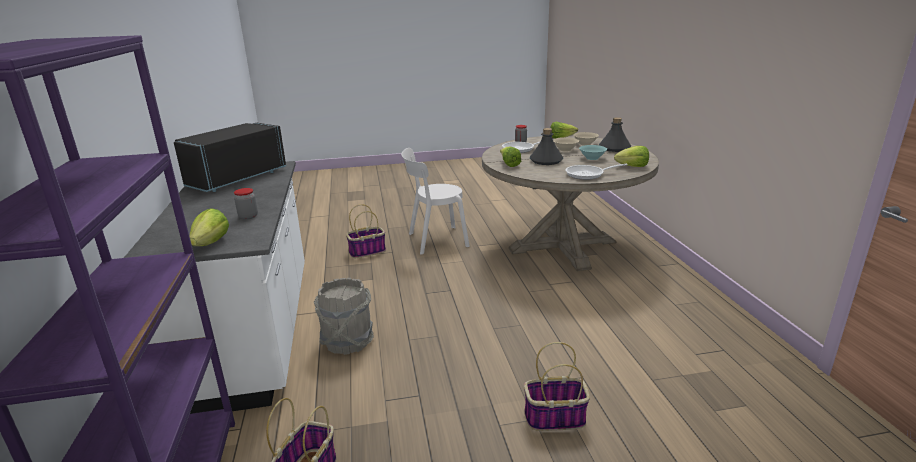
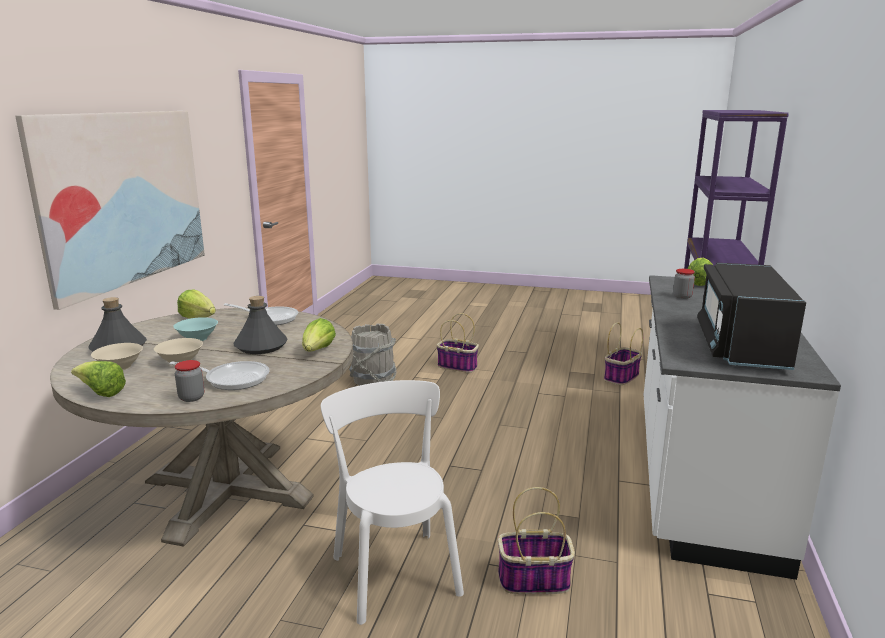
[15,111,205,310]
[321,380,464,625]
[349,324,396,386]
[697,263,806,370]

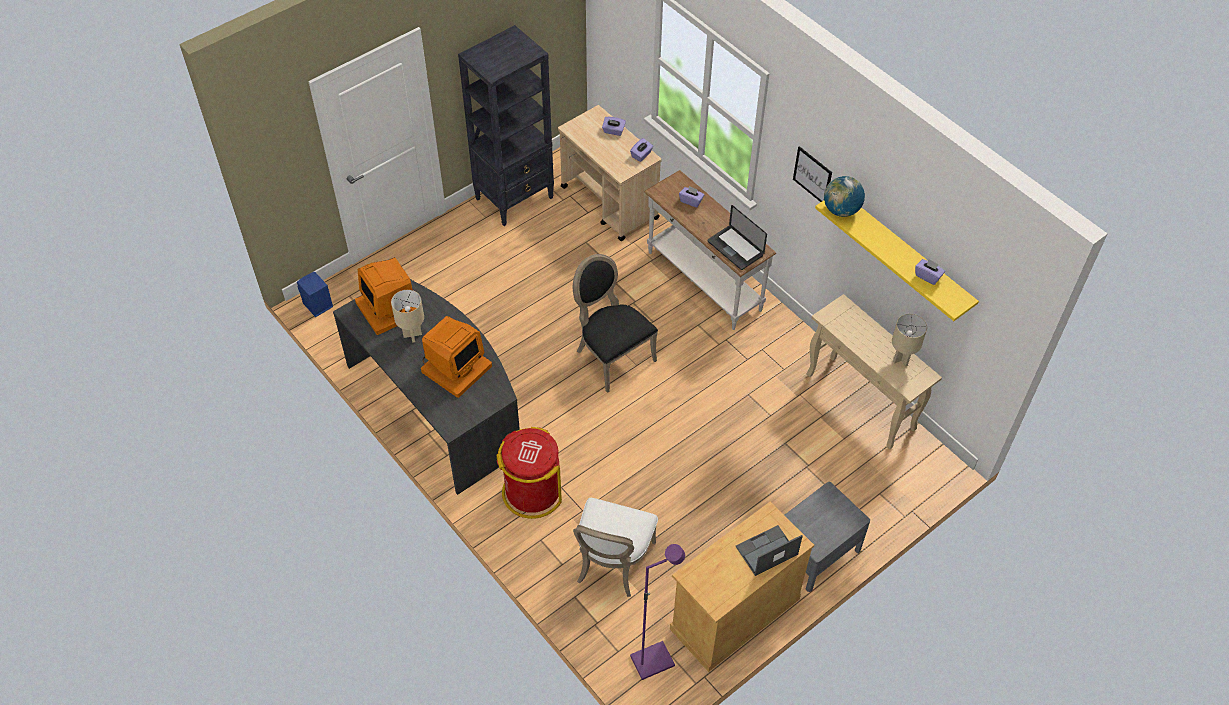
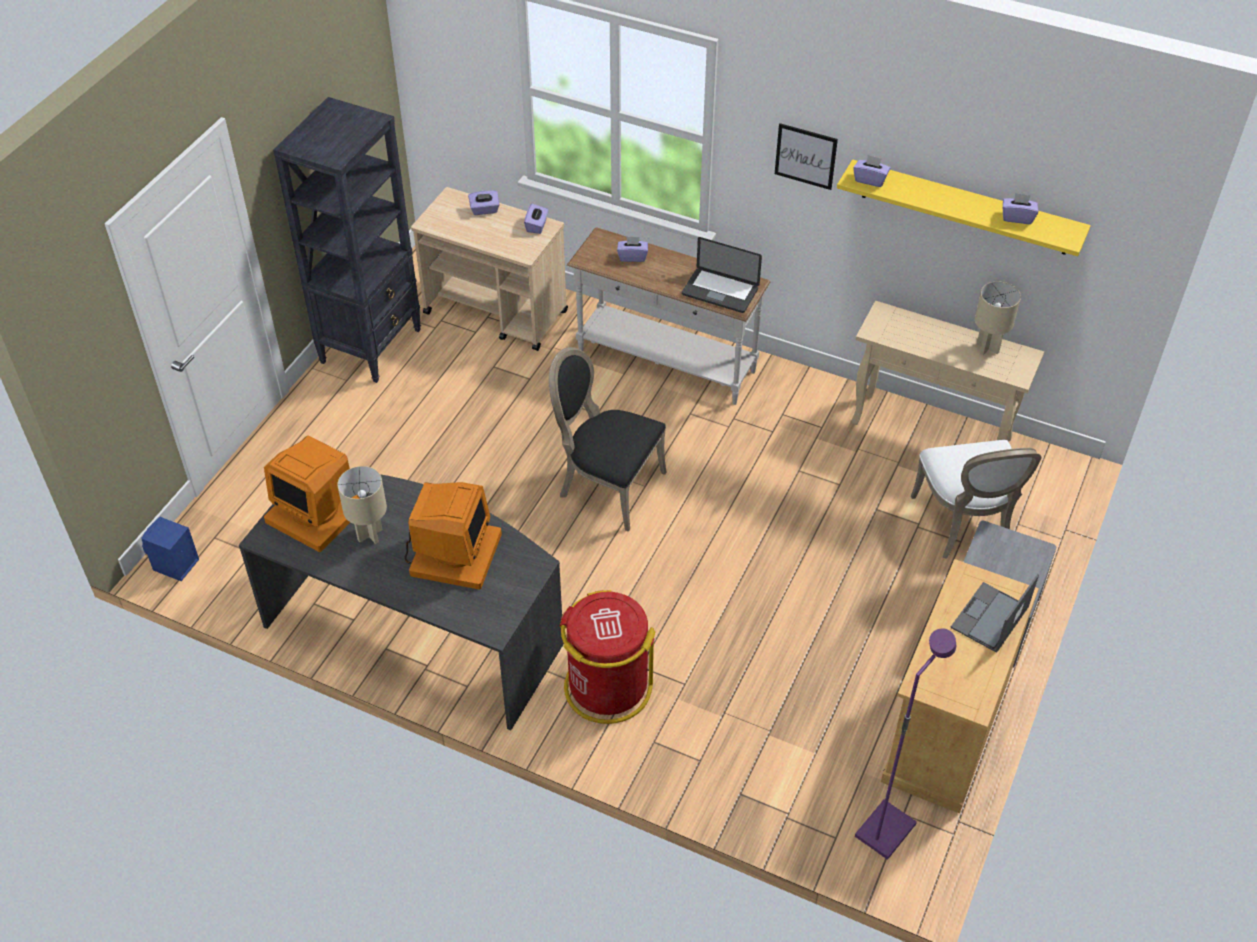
[853,155,890,187]
[911,440,1041,559]

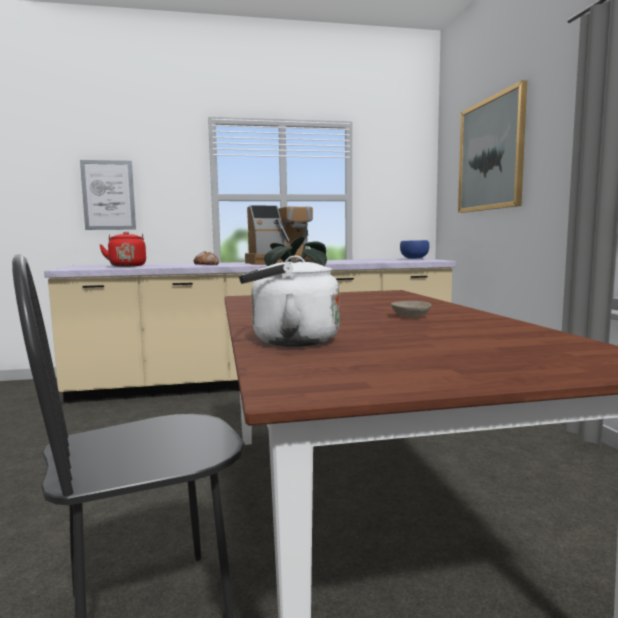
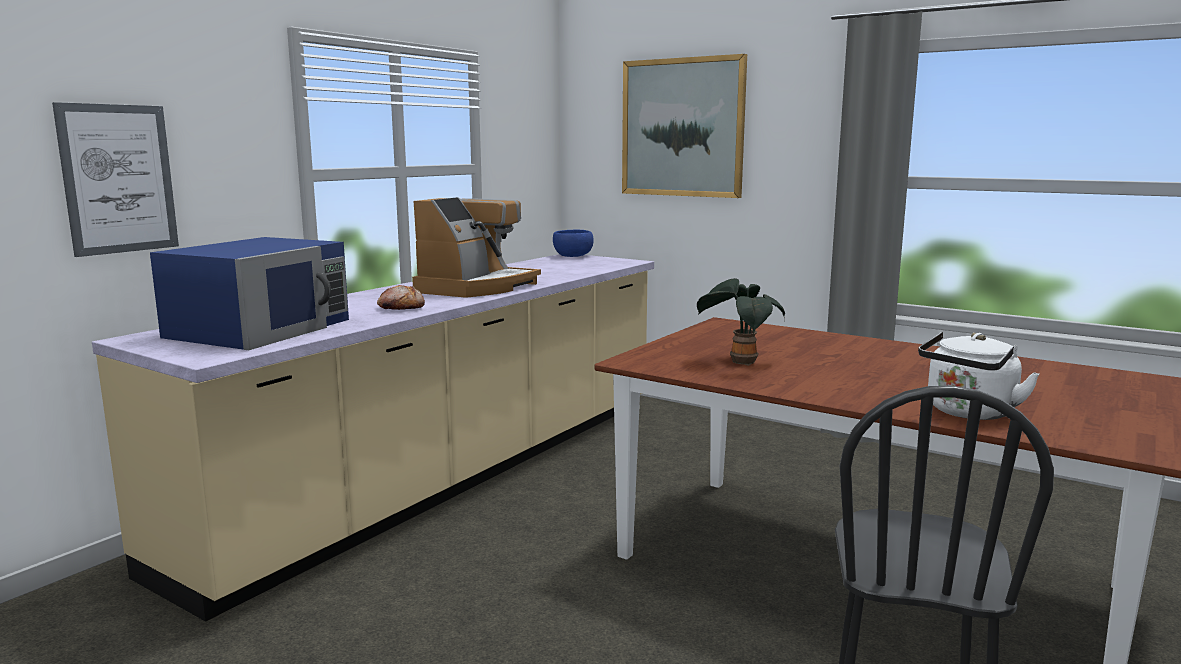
[150,237,349,350]
[391,301,431,317] (first image)

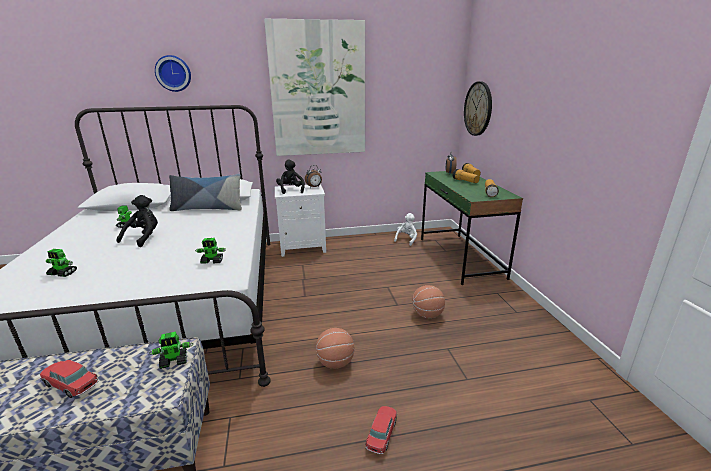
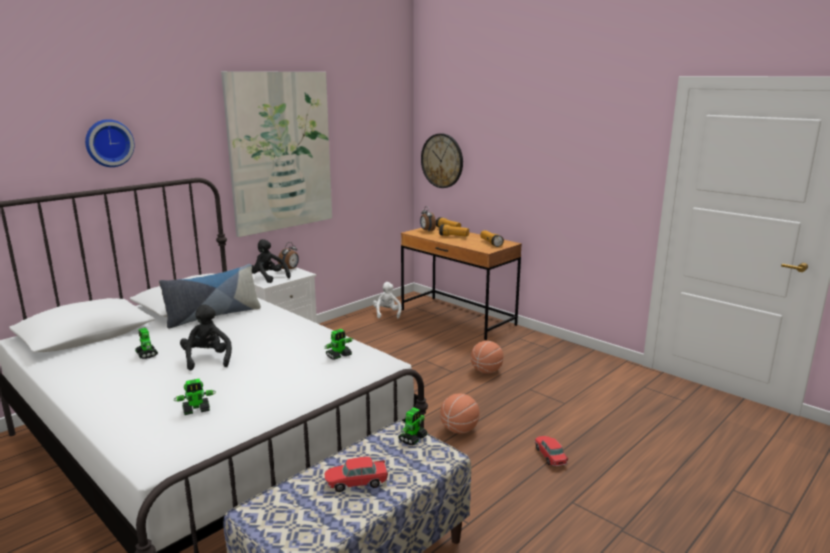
[401,226,522,340]

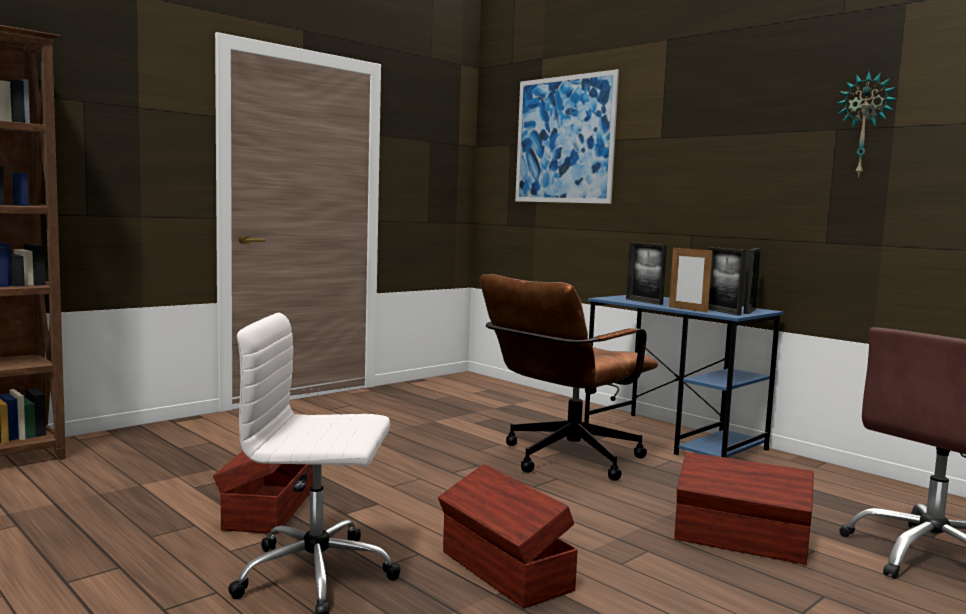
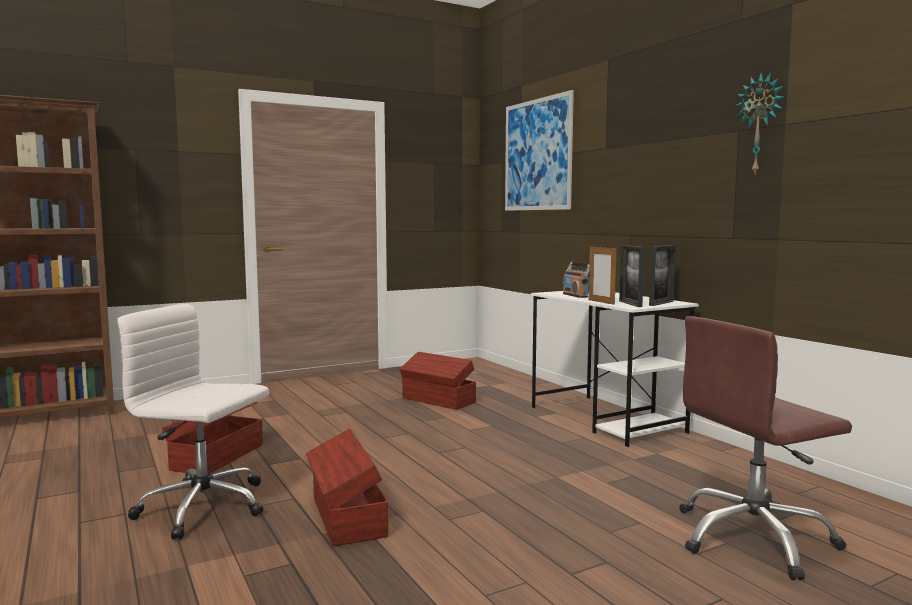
[399,352,476,410]
[531,291,699,447]
[563,262,589,298]
[480,274,658,481] (first image)

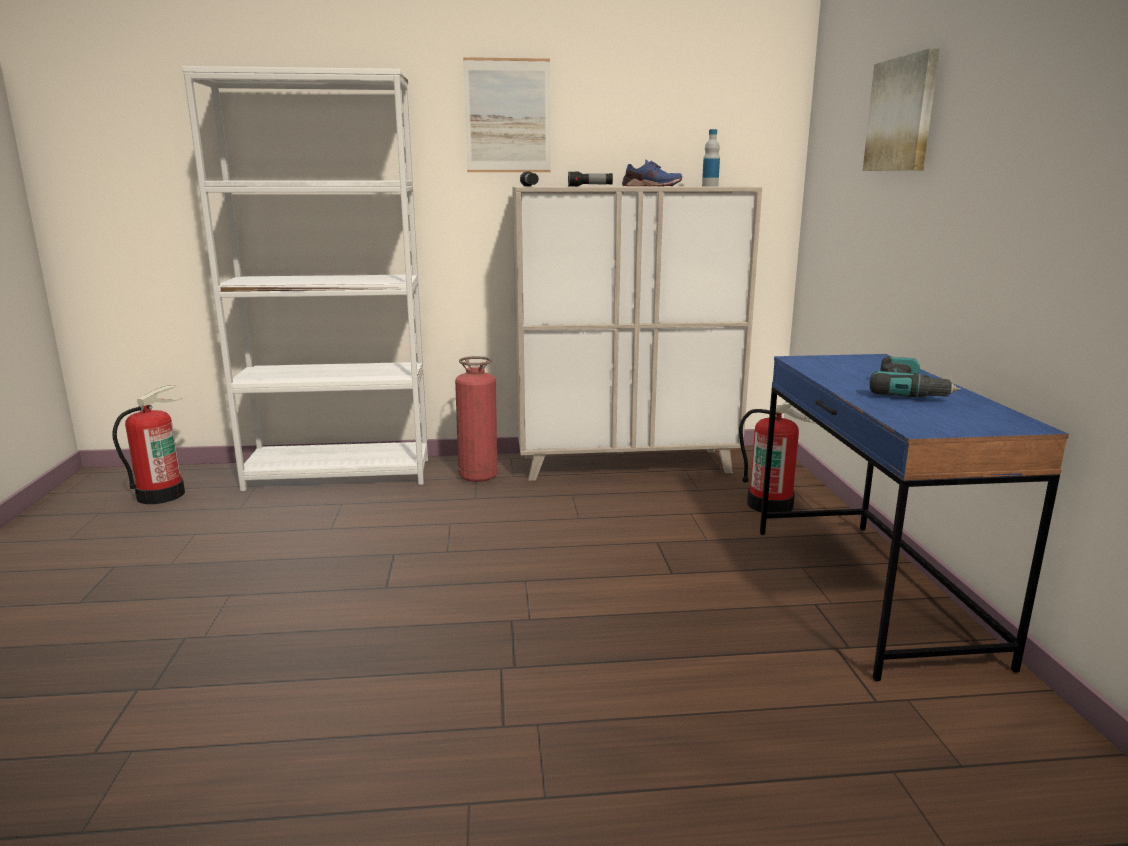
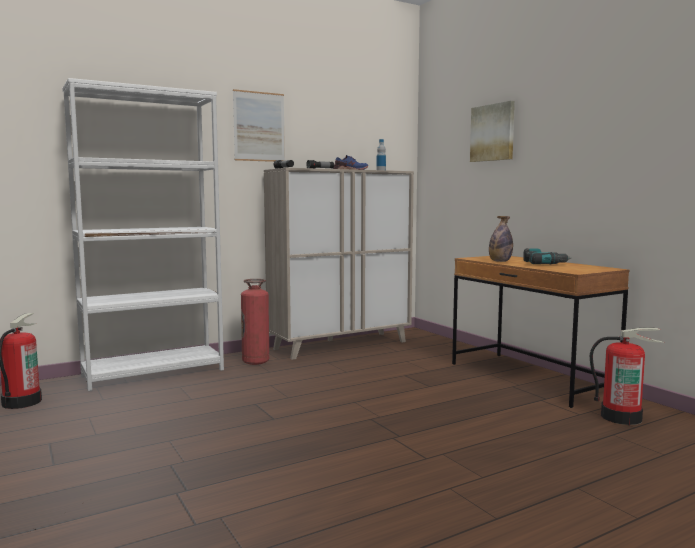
[452,256,630,408]
[489,216,513,262]
[590,327,664,425]

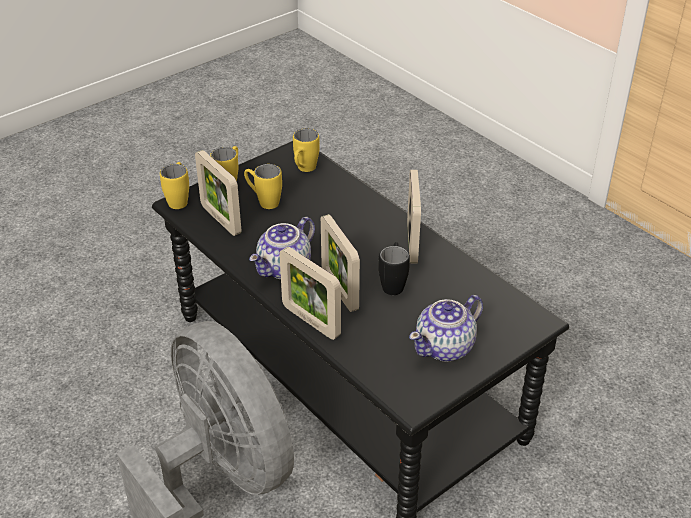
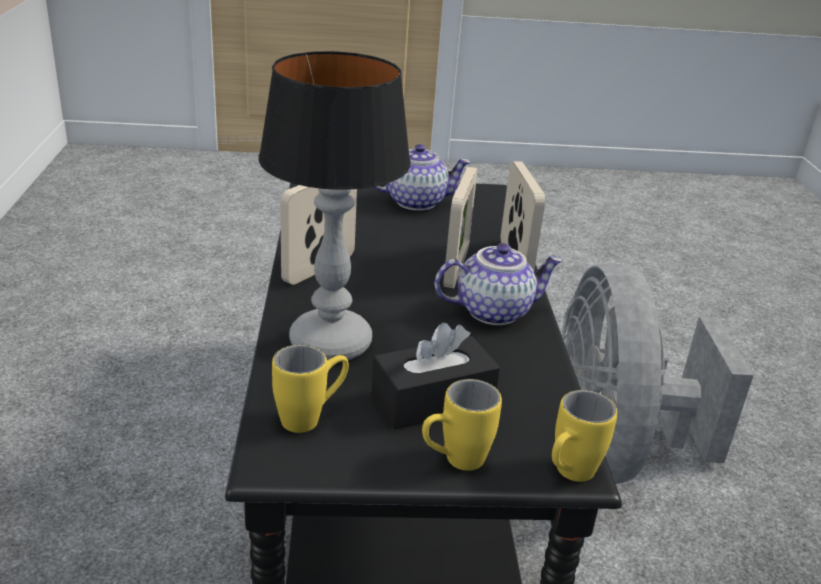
[259,51,411,362]
[371,323,500,430]
[195,150,242,236] (first image)
[378,242,410,295] (first image)

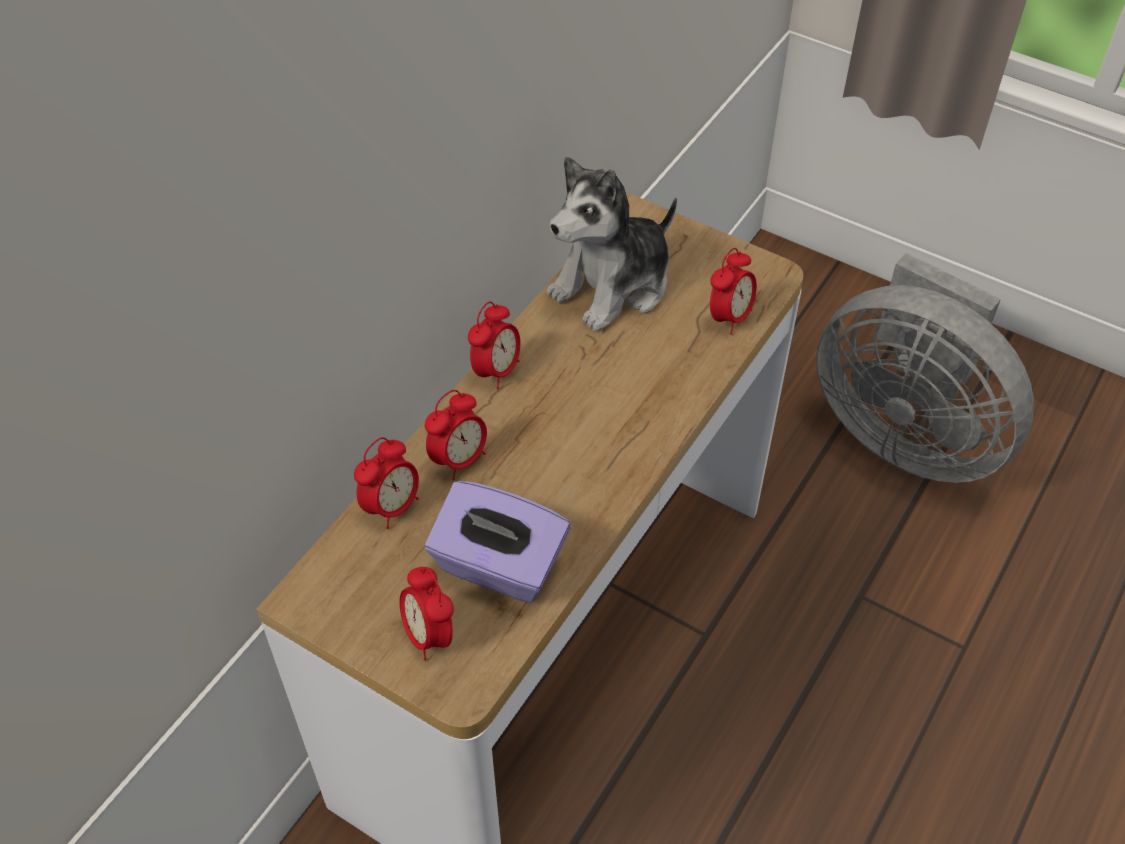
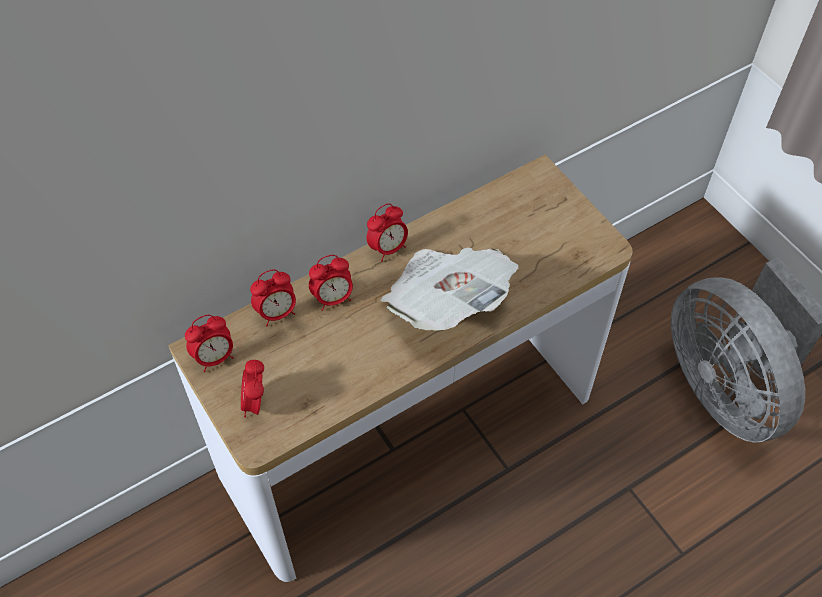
[185,315,233,372]
[380,248,518,331]
[425,481,570,603] (first image)
[547,157,677,332] (first image)

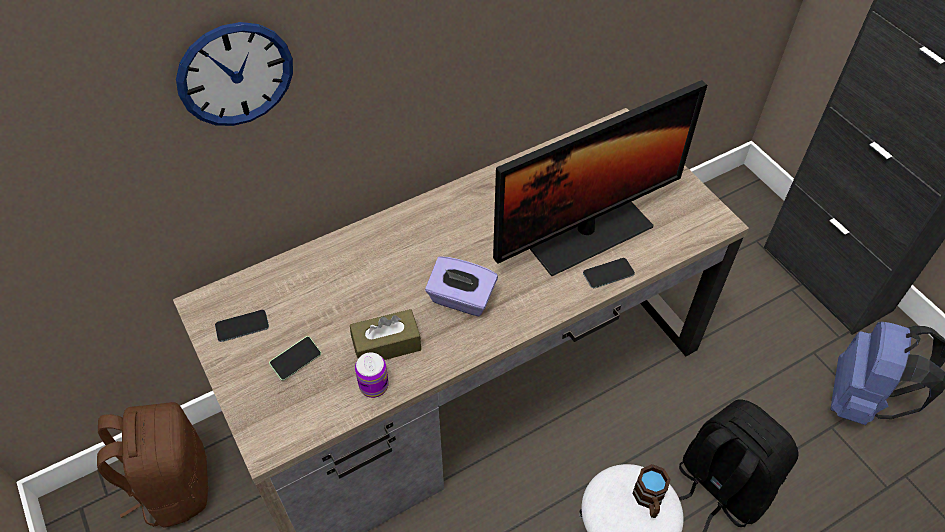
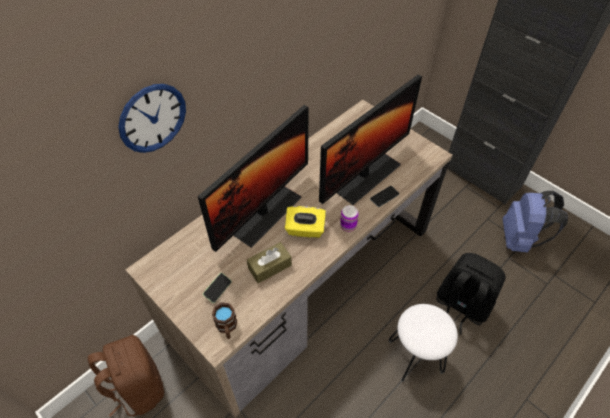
[198,105,309,252]
[212,302,237,339]
[285,206,326,238]
[340,205,359,232]
[215,310,269,342] (first image)

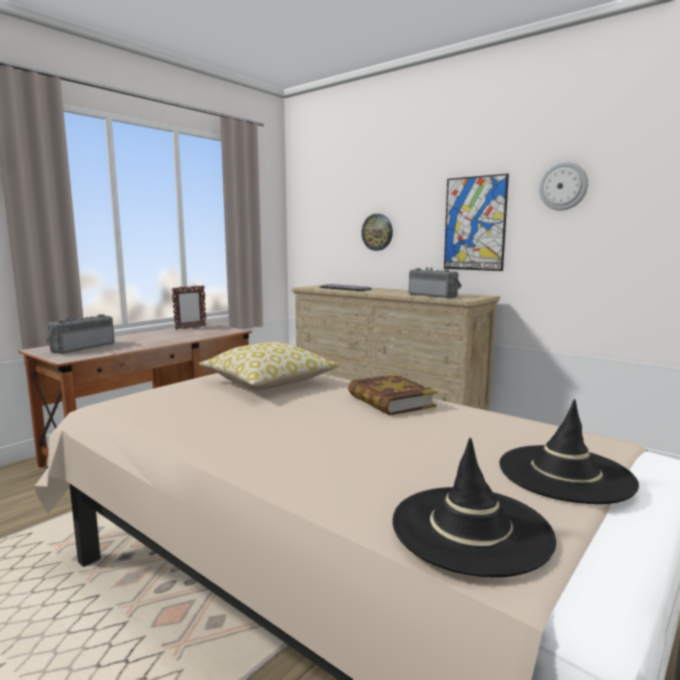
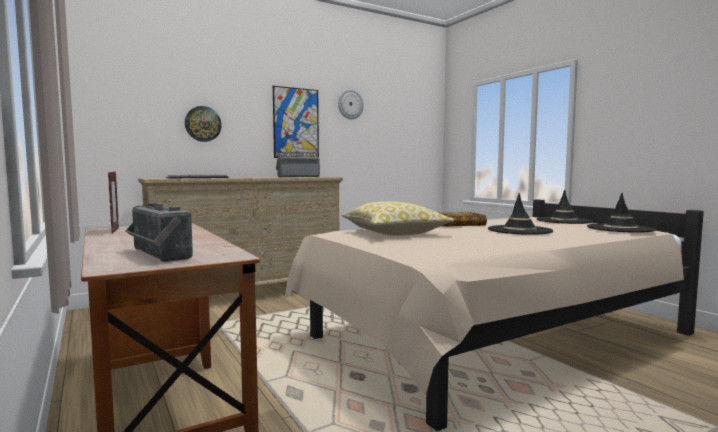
[488,193,553,235]

